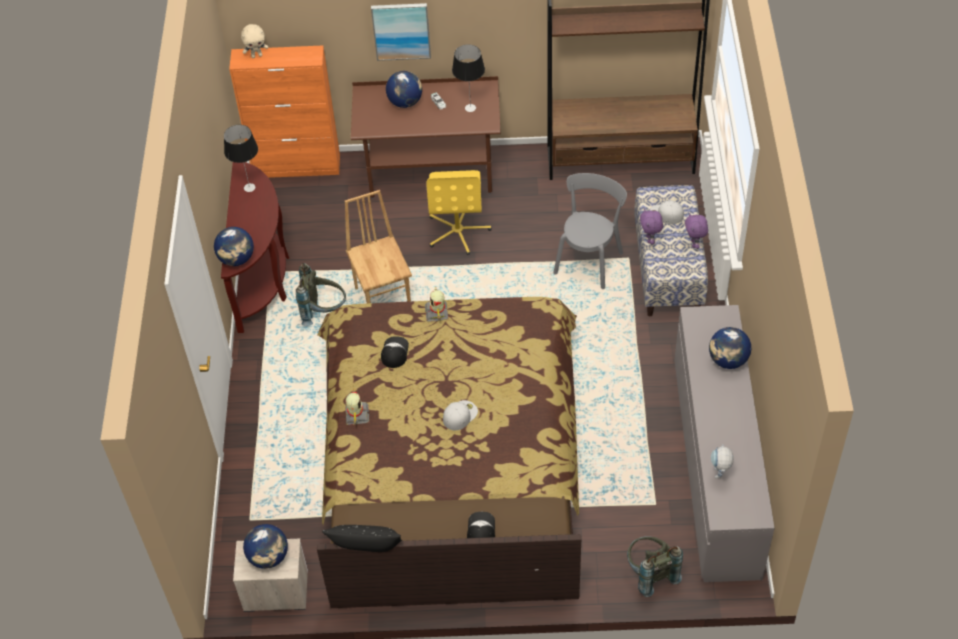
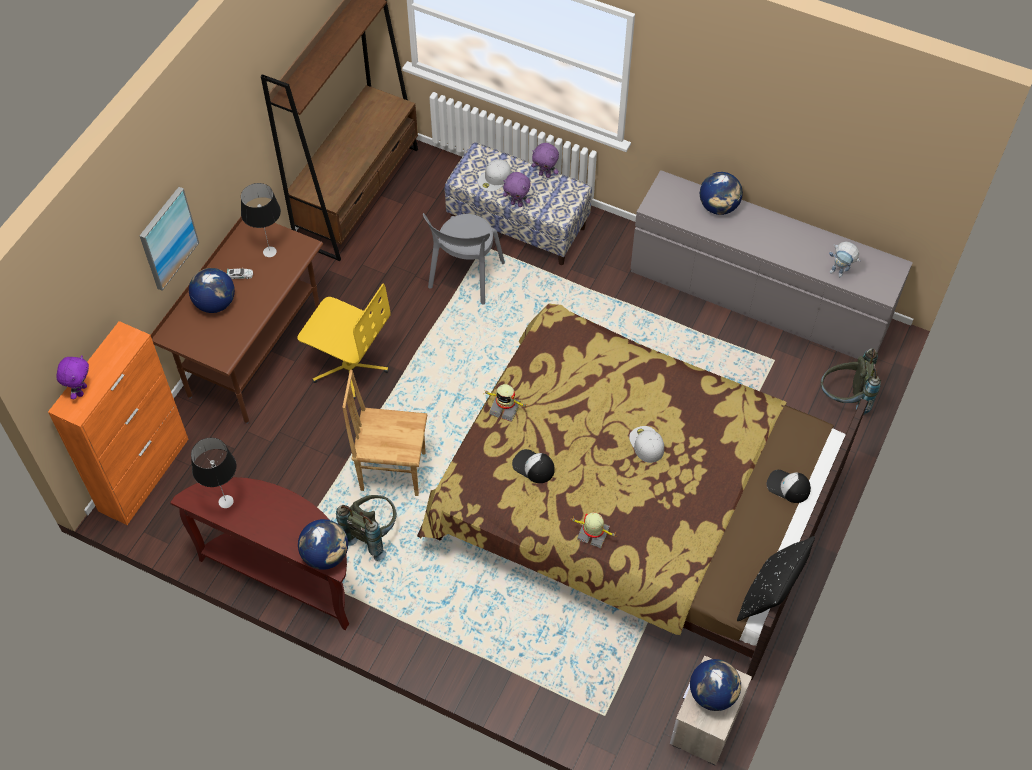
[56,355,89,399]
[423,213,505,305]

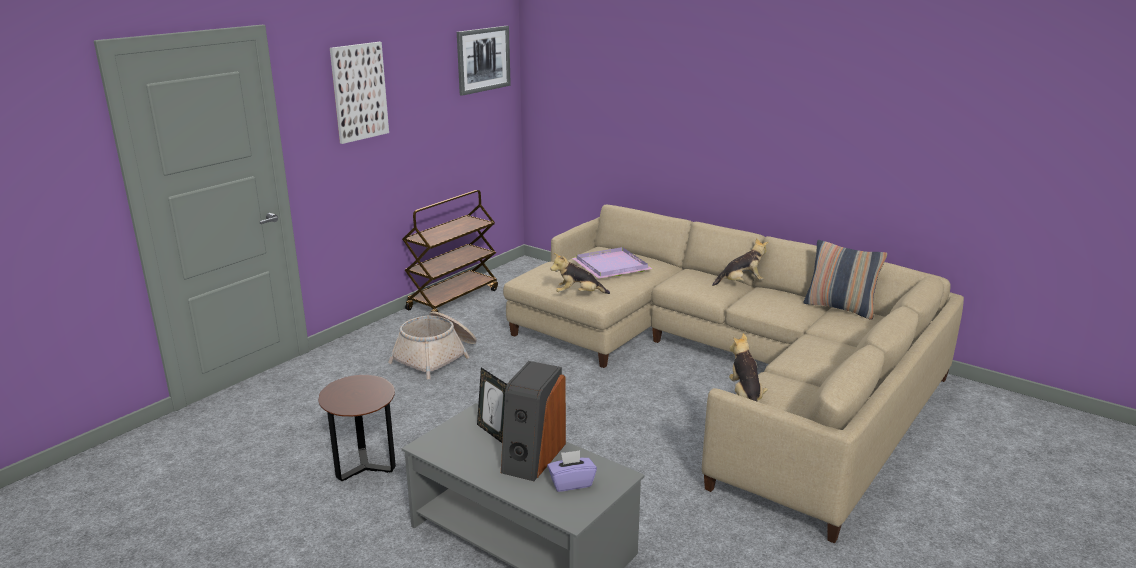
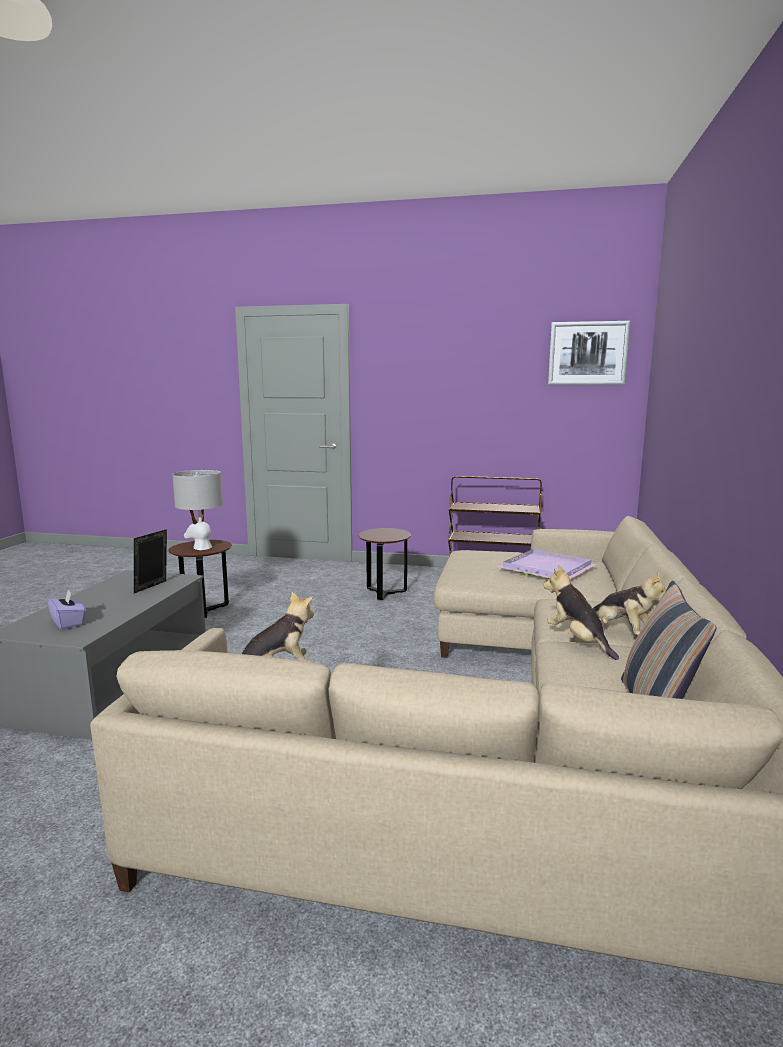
[172,470,223,550]
[358,528,411,600]
[543,565,619,660]
[330,42,389,144] (first image)
[501,361,566,481] (first image)

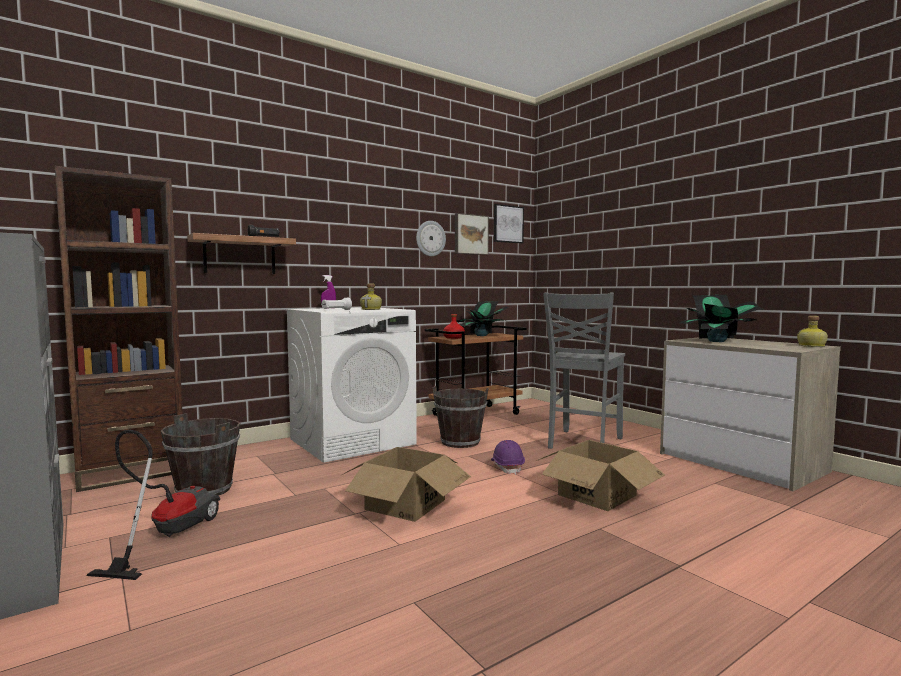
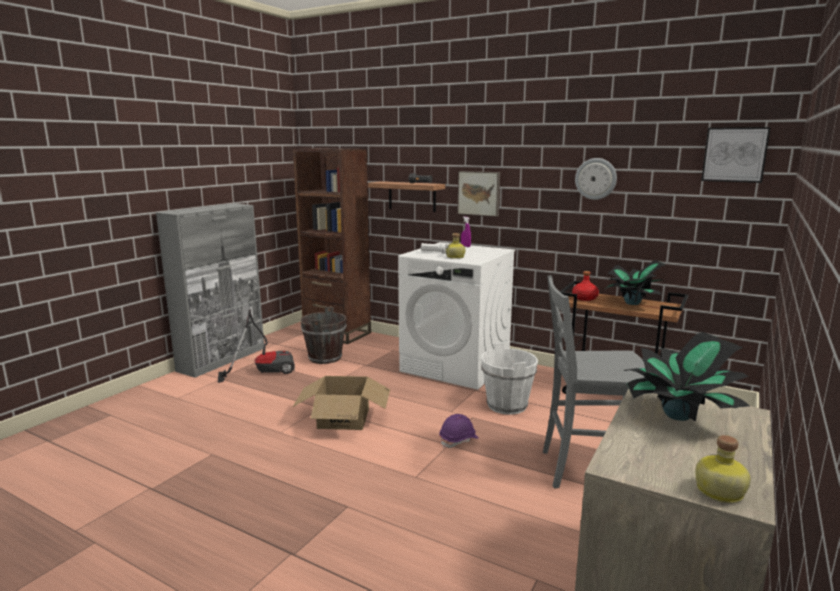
[458,171,500,217]
[481,342,538,415]
[536,440,665,511] (first image)

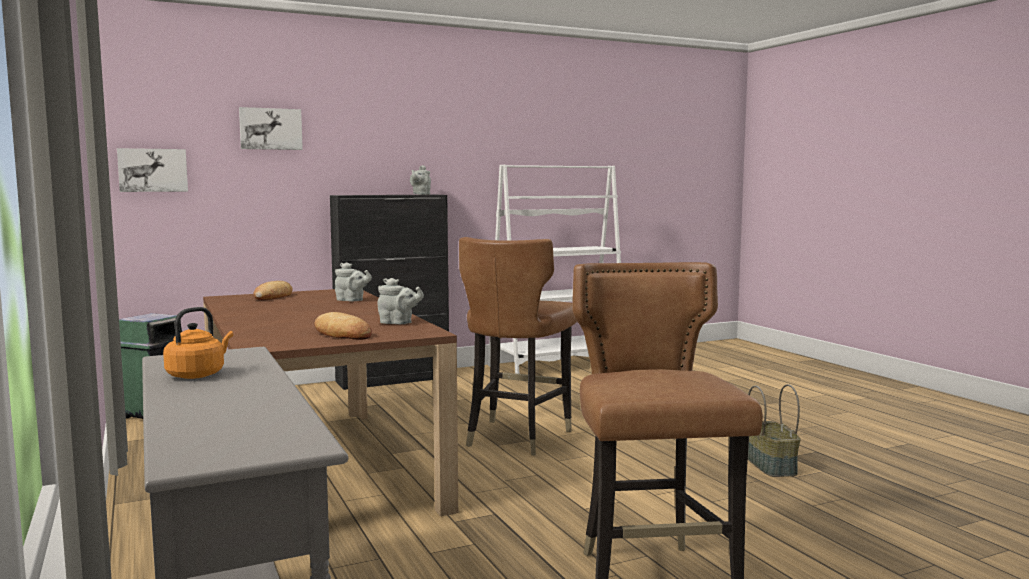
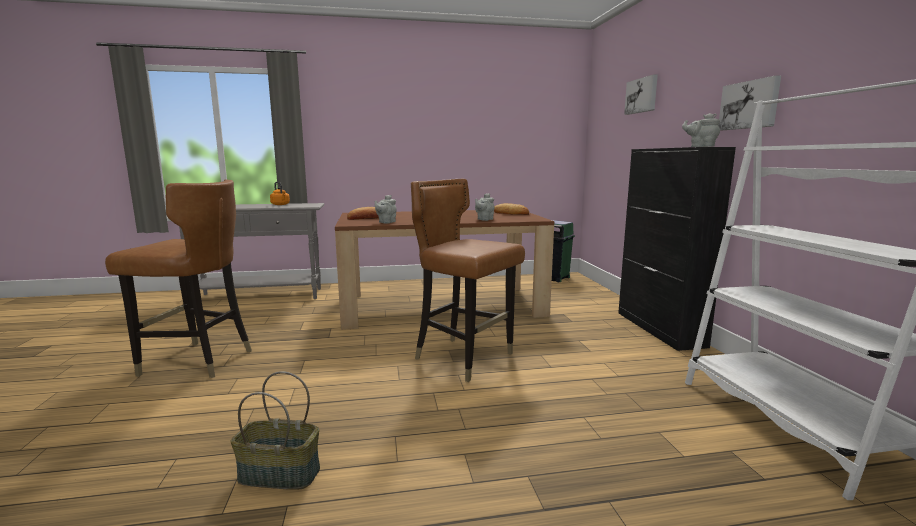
[718,75,781,130]

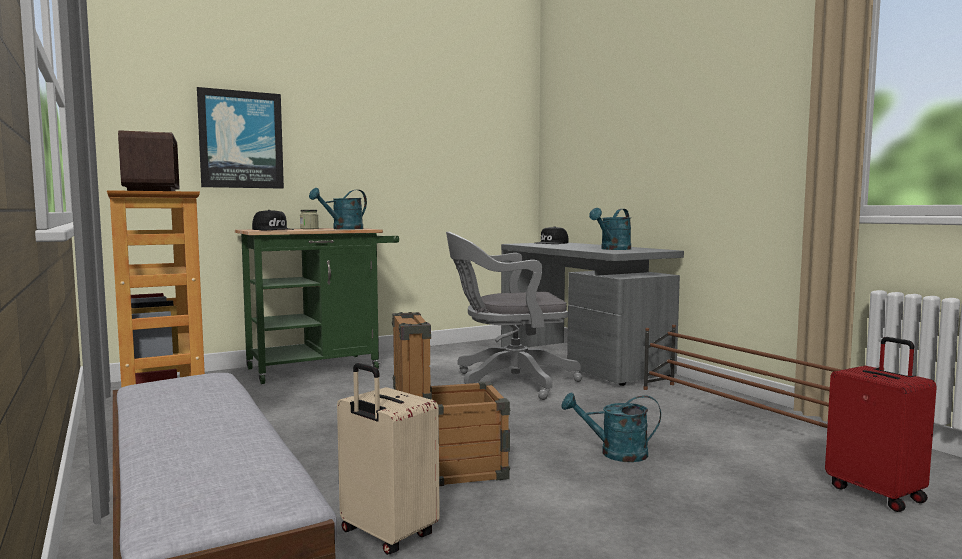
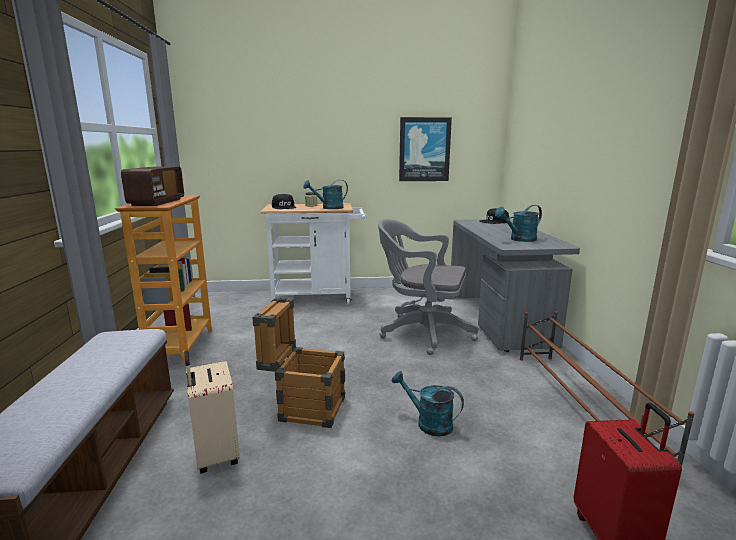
[261,203,367,304]
[399,117,452,181]

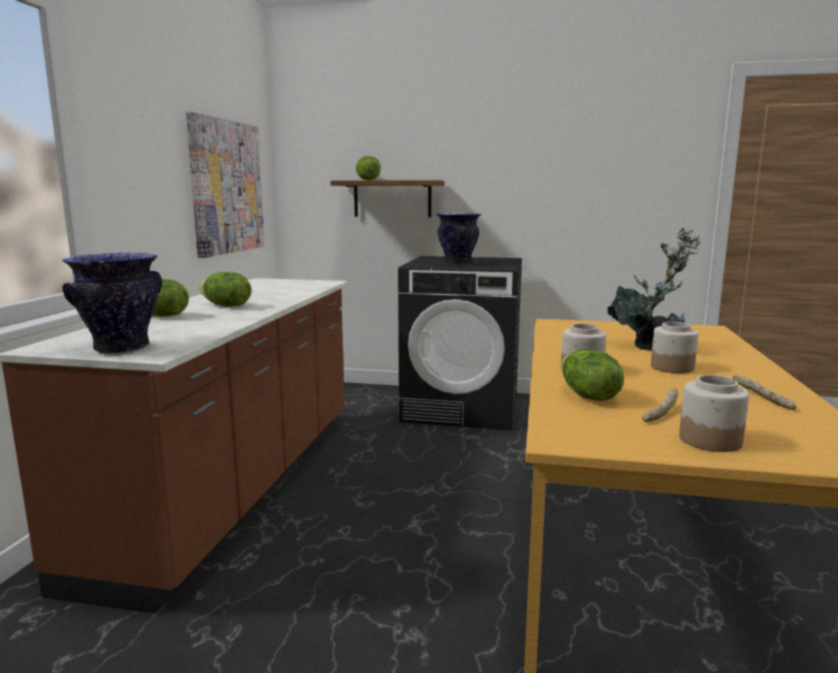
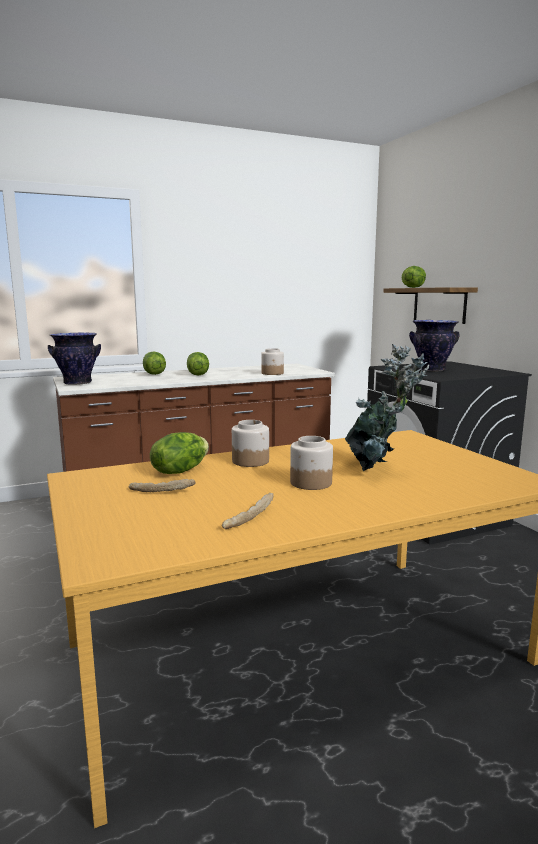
[261,348,284,375]
[186,112,265,258] (first image)

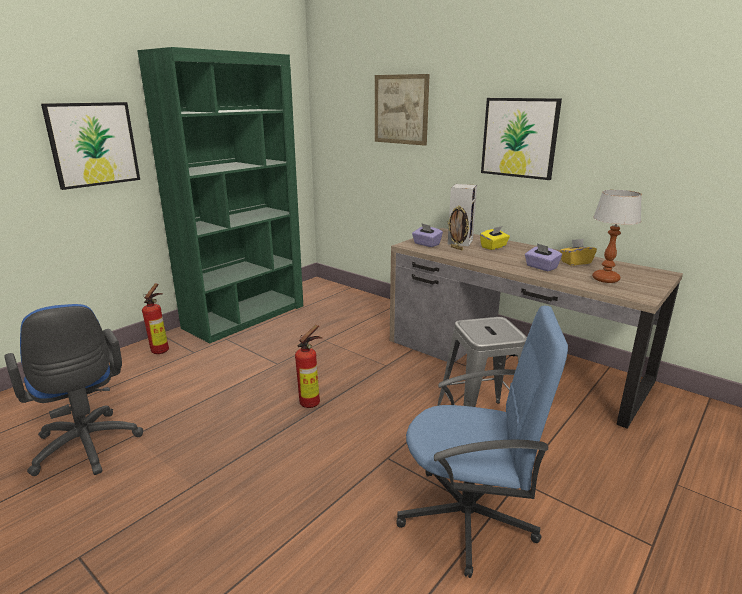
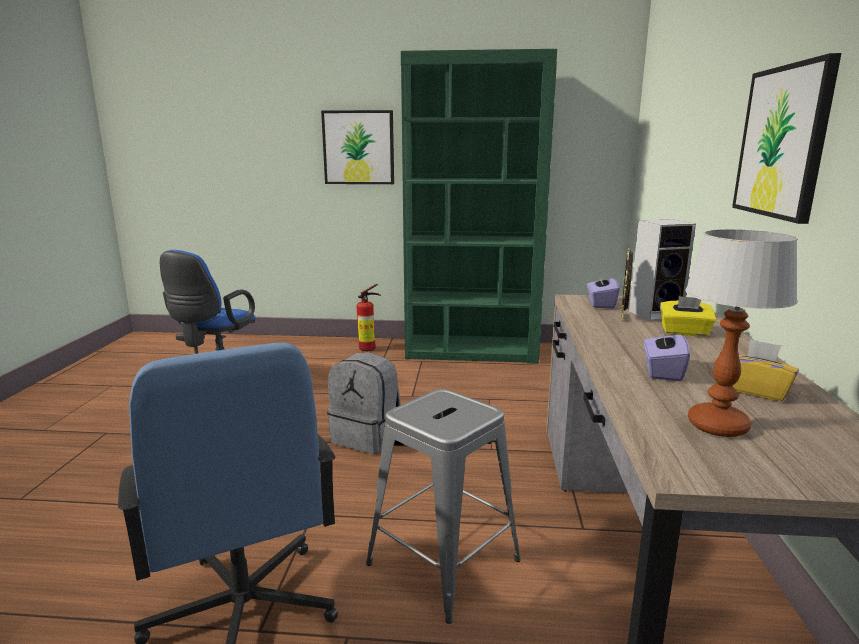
[327,353,401,454]
[375,74,430,146] (first image)

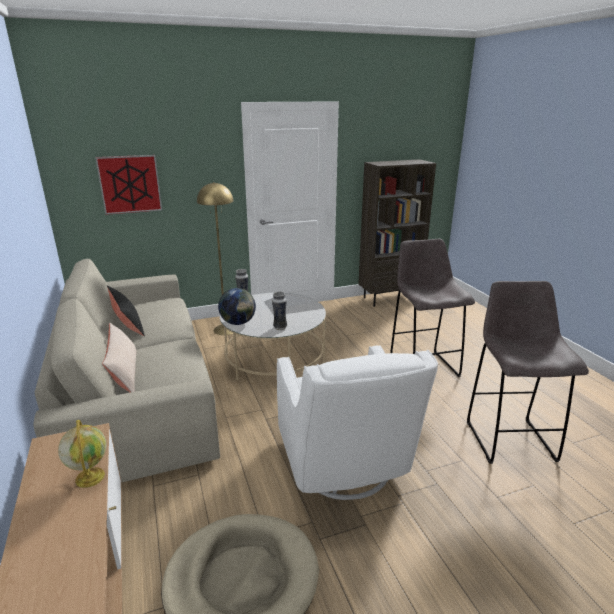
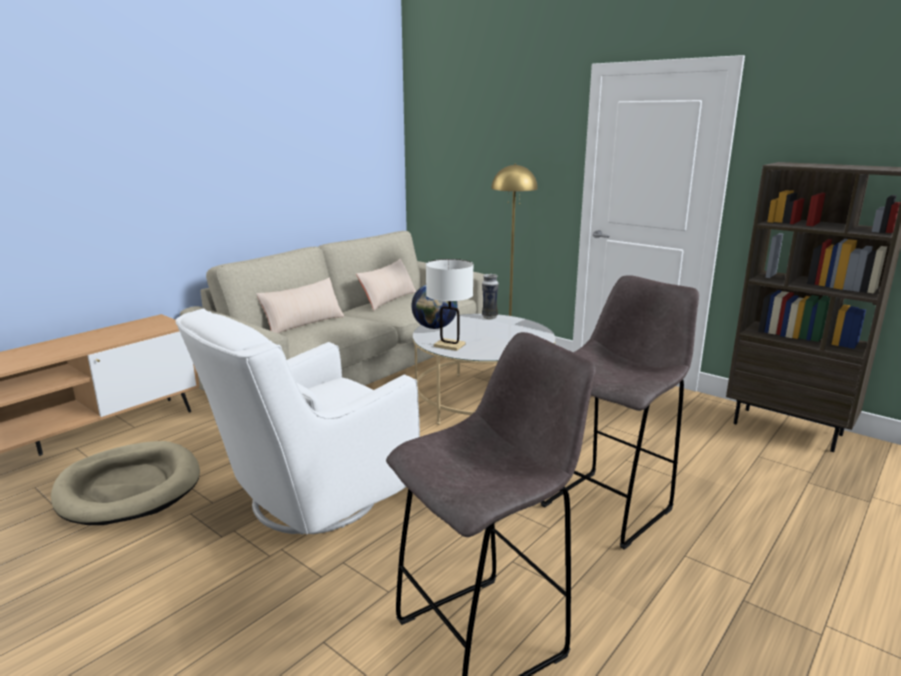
[356,259,416,311]
[426,259,473,351]
[58,420,107,488] (first image)
[95,155,162,215] (first image)

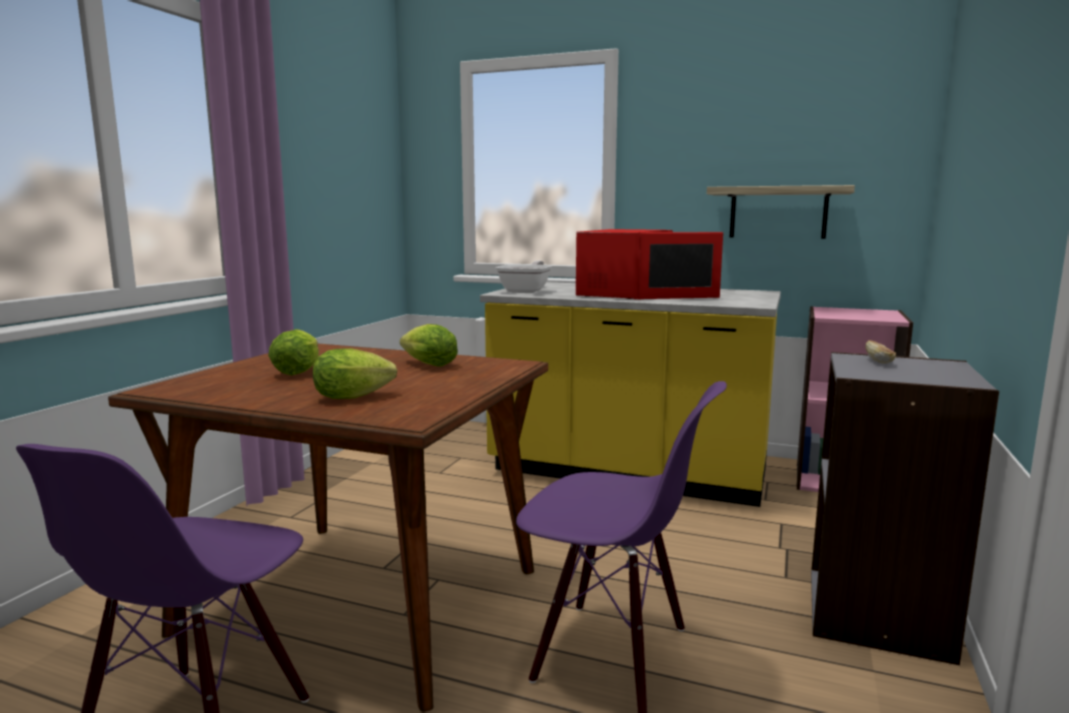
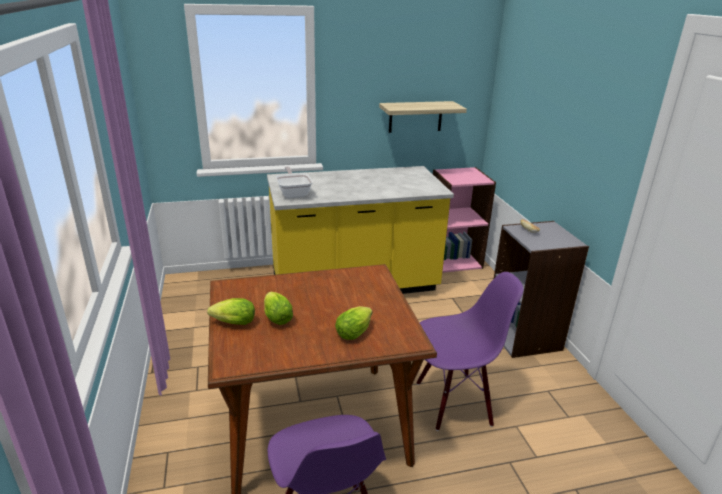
[207,298,255,325]
[576,229,723,300] (first image)

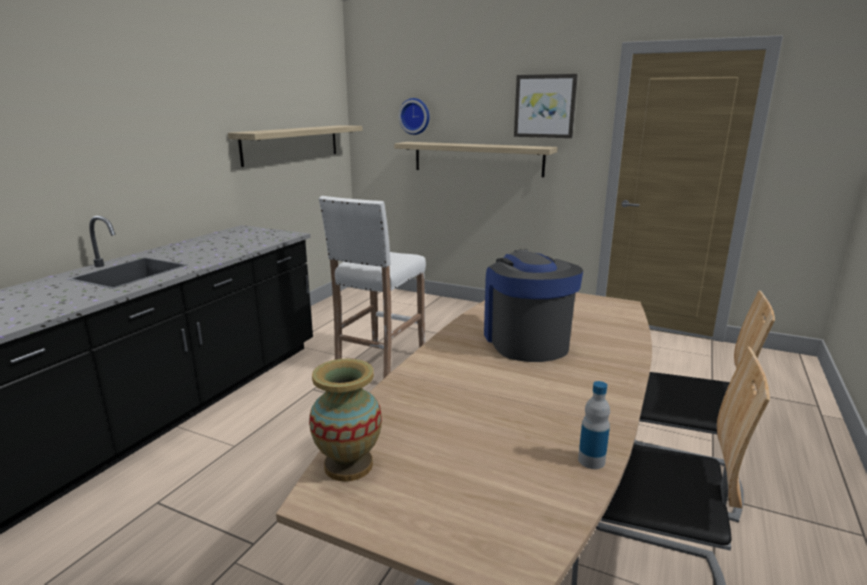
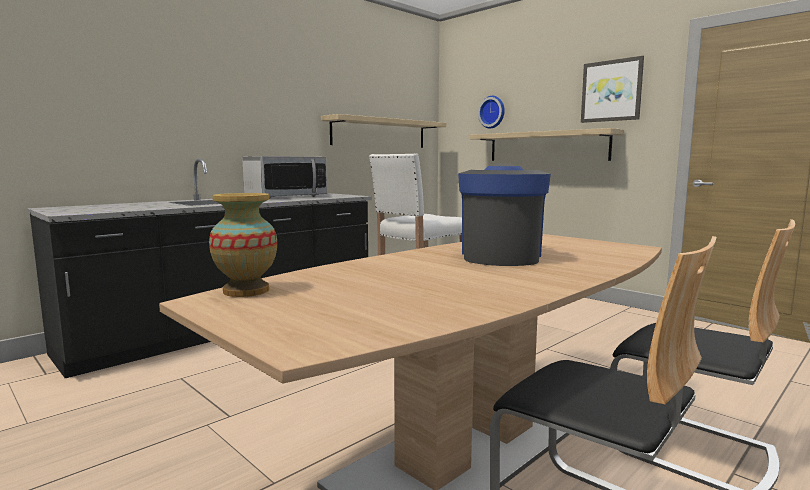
[242,156,327,199]
[578,381,610,469] (first image)

